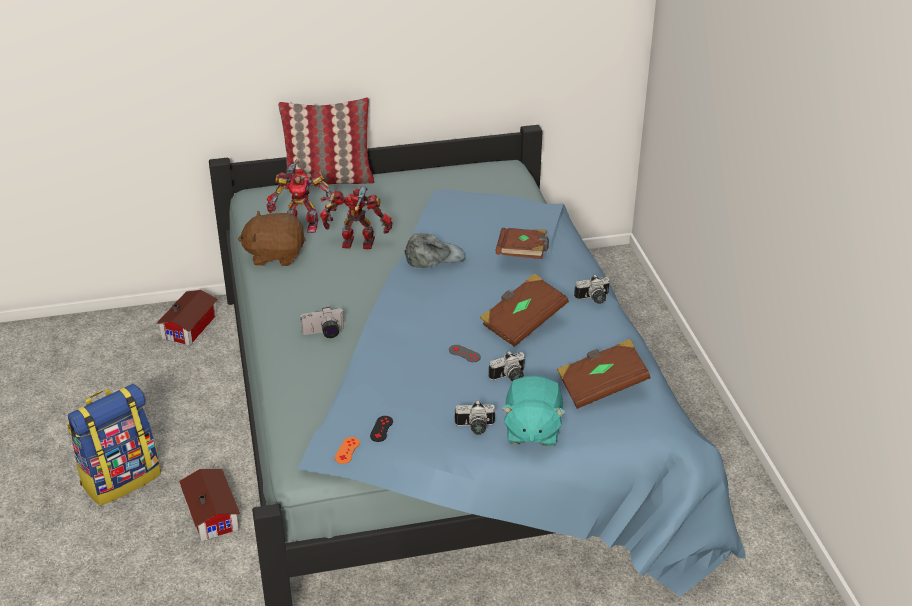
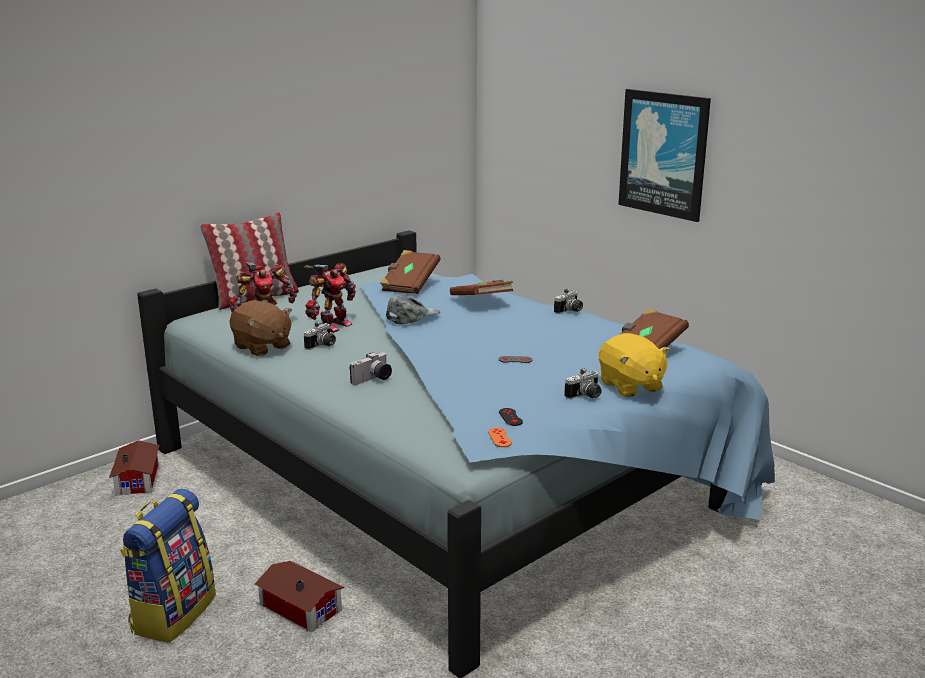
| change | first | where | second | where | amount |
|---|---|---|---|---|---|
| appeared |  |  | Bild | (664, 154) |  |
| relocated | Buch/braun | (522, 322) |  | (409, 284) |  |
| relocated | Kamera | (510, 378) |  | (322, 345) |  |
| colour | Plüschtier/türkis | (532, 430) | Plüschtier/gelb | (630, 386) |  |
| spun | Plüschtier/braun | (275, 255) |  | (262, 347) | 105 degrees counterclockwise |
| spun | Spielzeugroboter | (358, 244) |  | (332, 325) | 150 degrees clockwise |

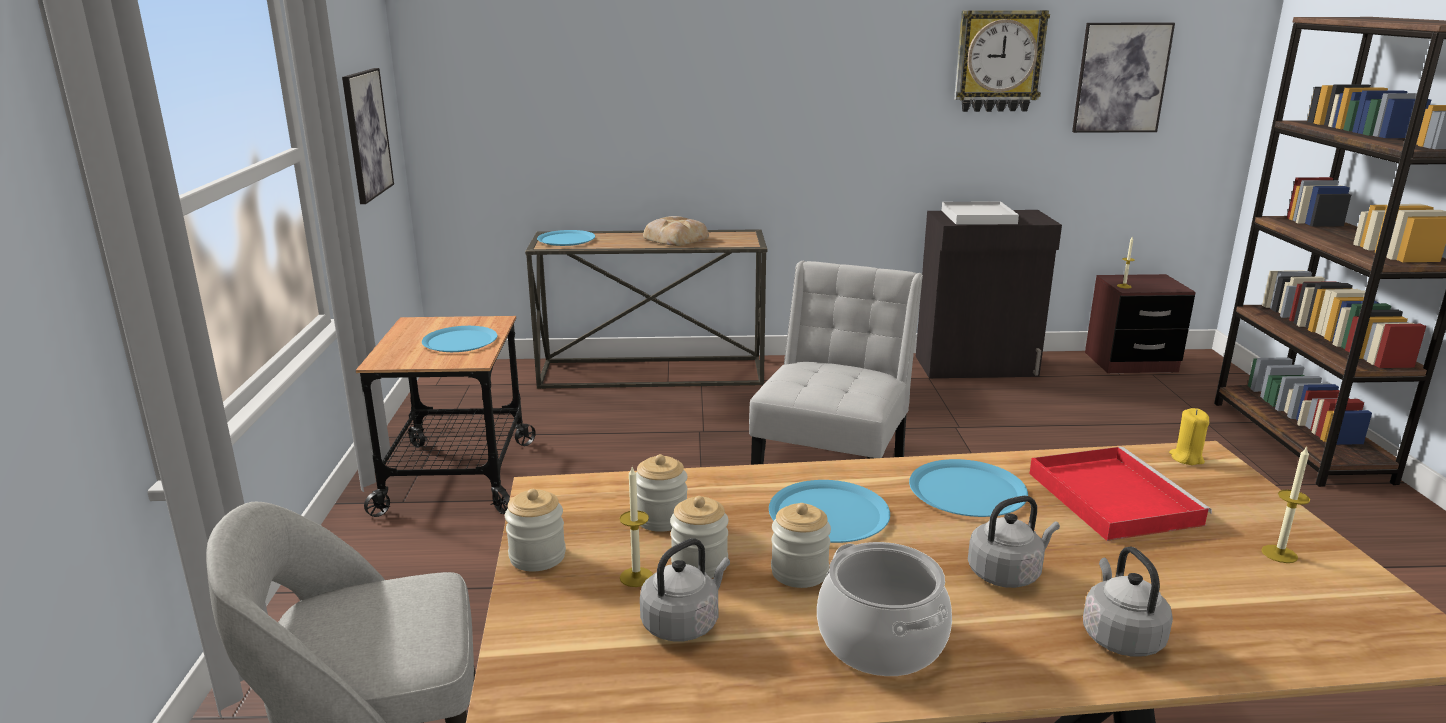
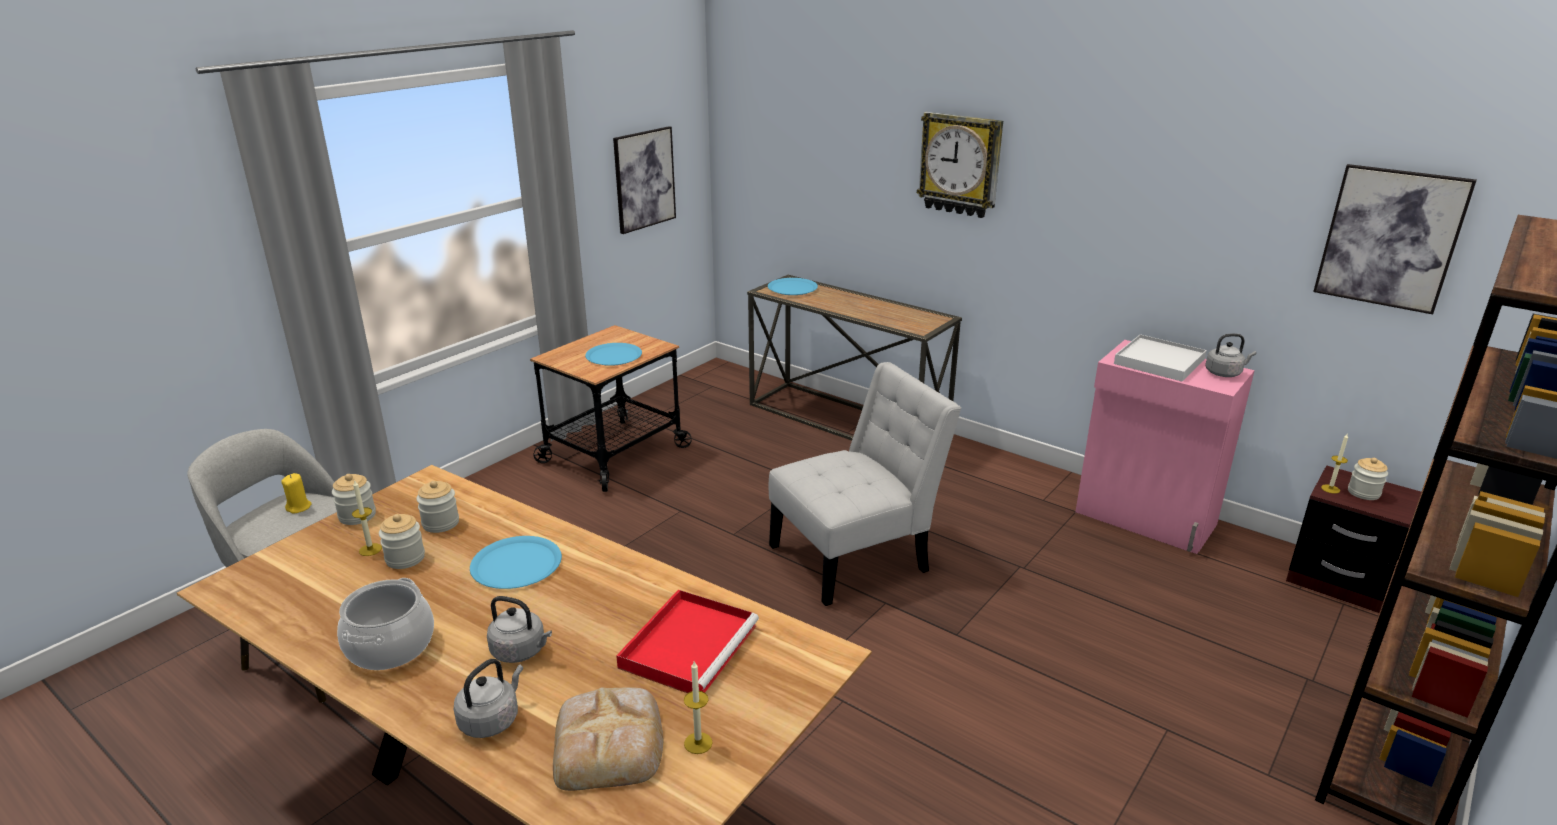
| change | first | where | second | where | amount |
|---|---|---|---|---|---|
| missing | Teller/blau | (967, 490) |  |  |  |
| relocated | Wasserkessel/grau | (683, 623) |  | (1225, 373) |  |
| relocated | Brot | (675, 238) |  | (609, 744) |  |
| relocated | Vorratsglas | (799, 572) |  | (1363, 493) |  |
| relocated | Wanduhr | (998, 61) |  | (960, 164) |  |
| relocated | Kerze/gelb | (1186, 458) |  | (299, 507) |  |
| colour | Schrank/schwarz | (977, 367) | Schrank/rosa | (1145, 519) |  |

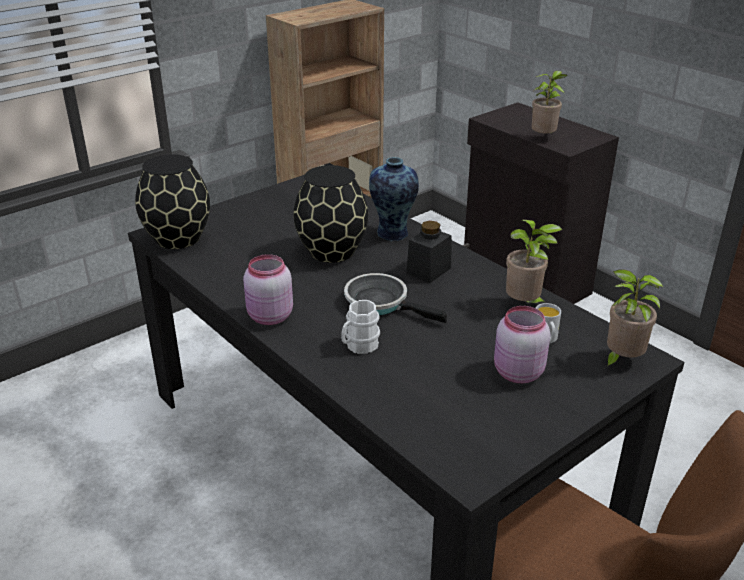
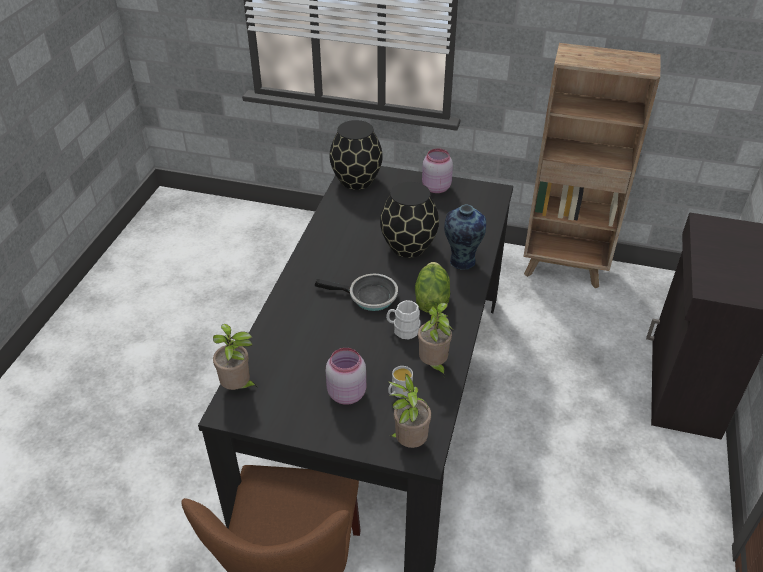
| change | first | where | second | where | amount |
|---|---|---|---|---|---|
| relocated | Vorratsglas/rosa | (269, 317) |  | (435, 187) |  |
| relocated | Henkelbecher/weiß | (359, 346) |  | (403, 330) |  |
| relocated | Topfpflanze | (544, 138) |  | (238, 387) |  |
| exchanged | Vorratsglas/schwarz | (428, 270) | Salatkopf | (431, 300) |  |
| spun | Pfanne | (381, 303) |  | (368, 297) | 105 degrees clockwise |

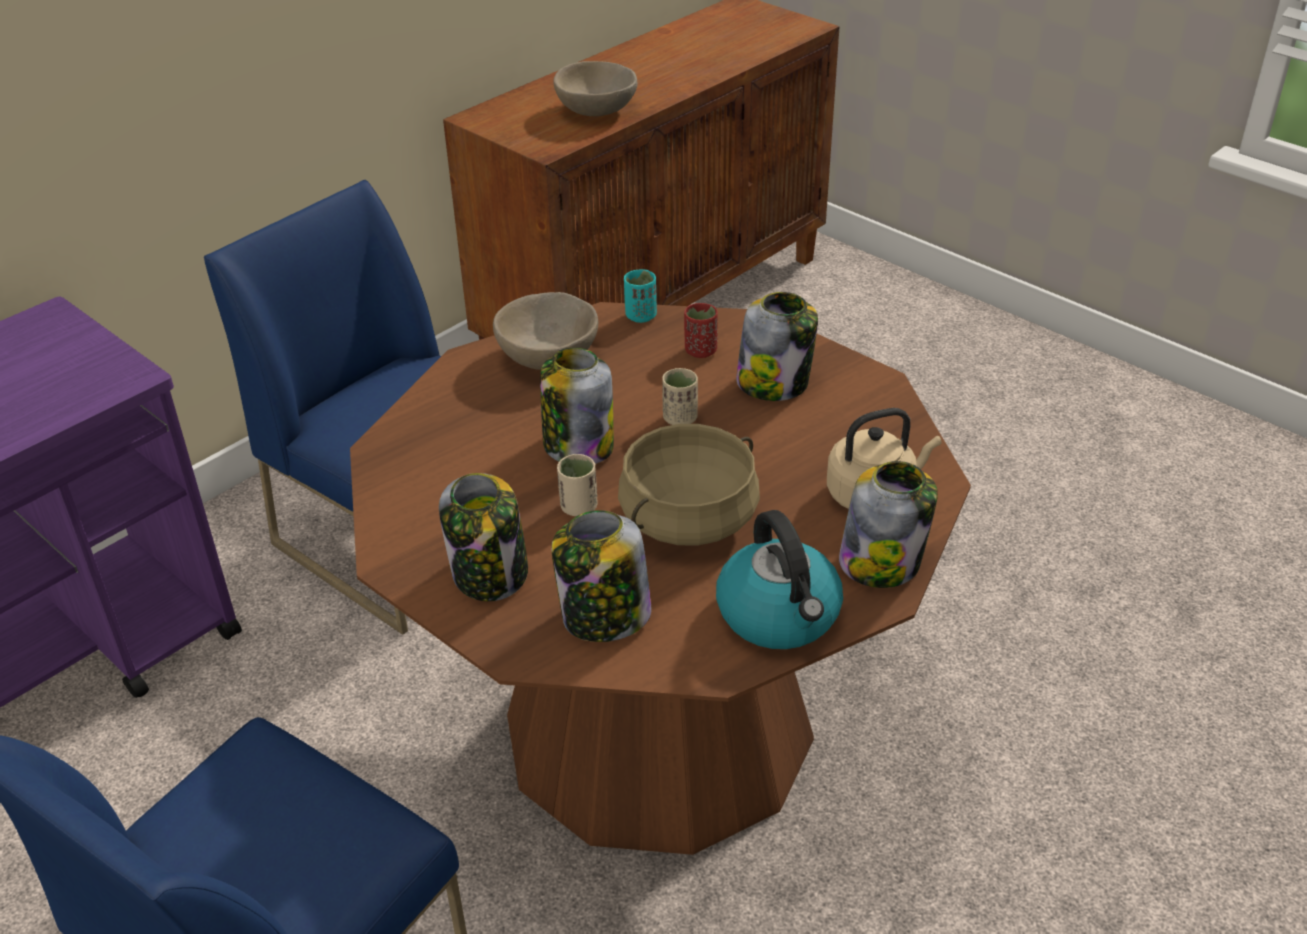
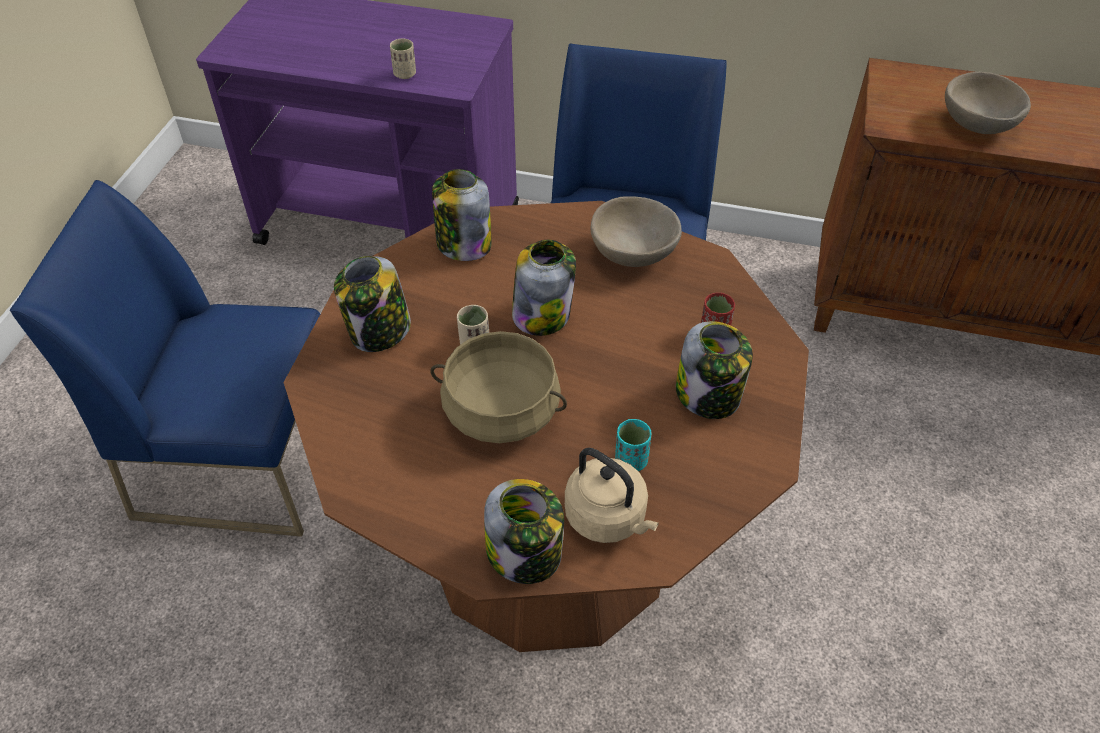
| change | first | where | second | where | amount |
|---|---|---|---|---|---|
| missing | Wasserkessel | (780, 615) |  |  |  |
| relocated | Vorratsglas | (604, 617) |  | (463, 244) |  |
| relocated | Tasse/türkis | (640, 316) |  | (631, 461) |  |
| relocated | Tasse/beige | (680, 418) |  | (405, 74) |  |

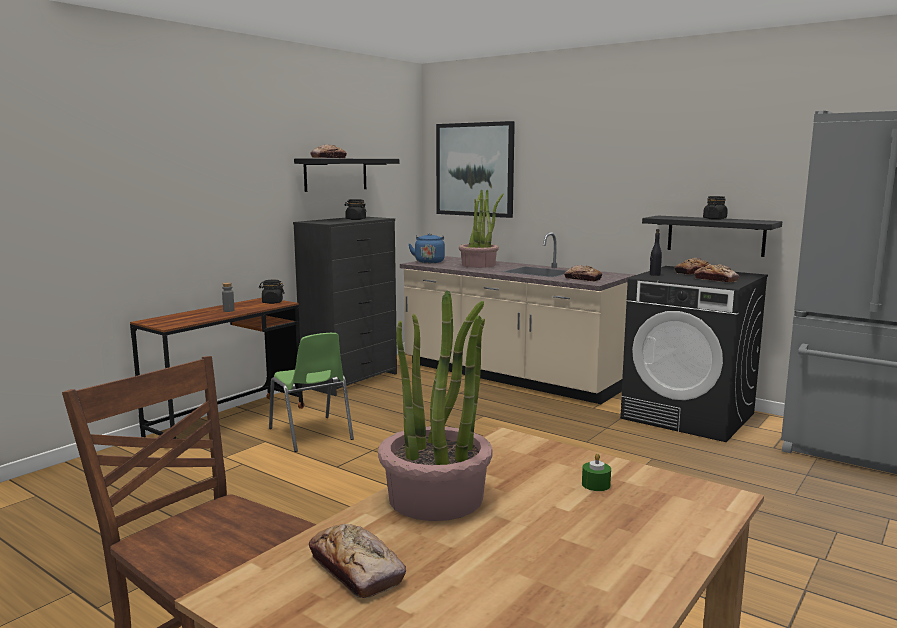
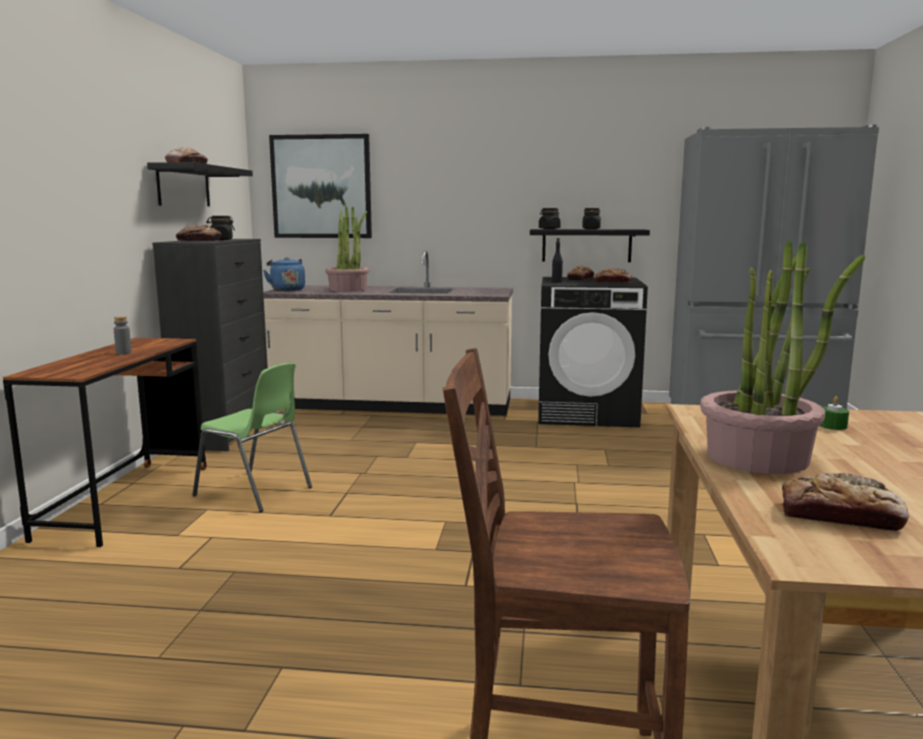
| change | first | where | second | where | amount |
|---|---|---|---|---|---|
| relocated | Vorratsglas/schwarz | (272, 302) |  | (549, 229) |  |
| relocated | Brot | (582, 279) |  | (199, 240) |  |

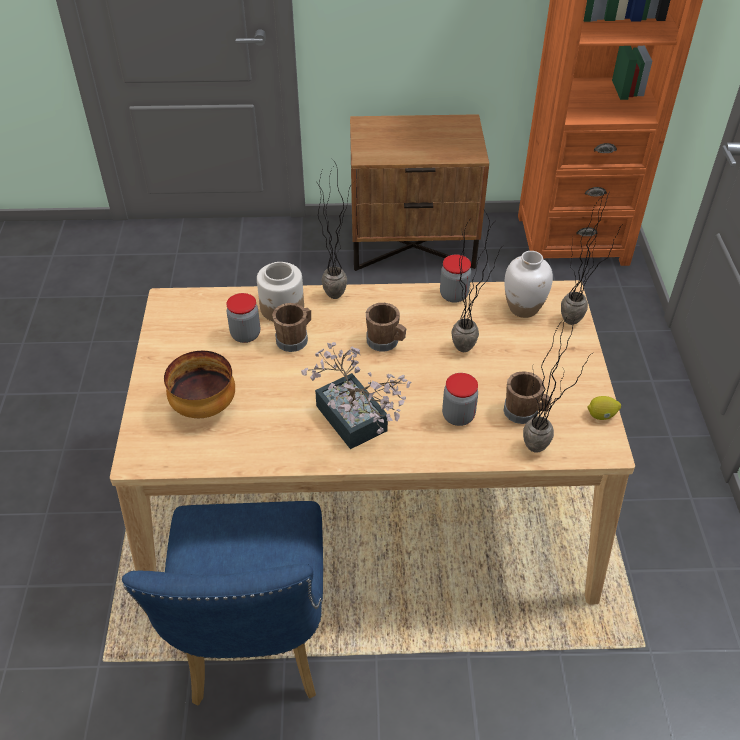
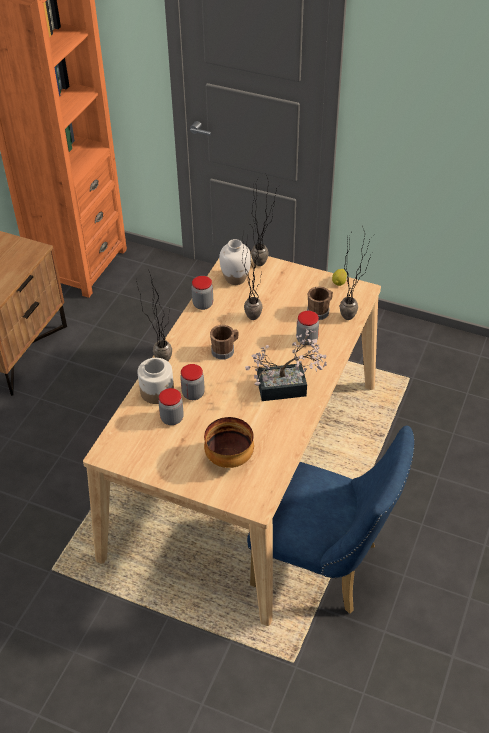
| change | first | where | second | where | amount |
|---|---|---|---|---|---|
| exchanged | Henkelbecher/braun | (295, 339) | Vorratsglas | (193, 394) |  |

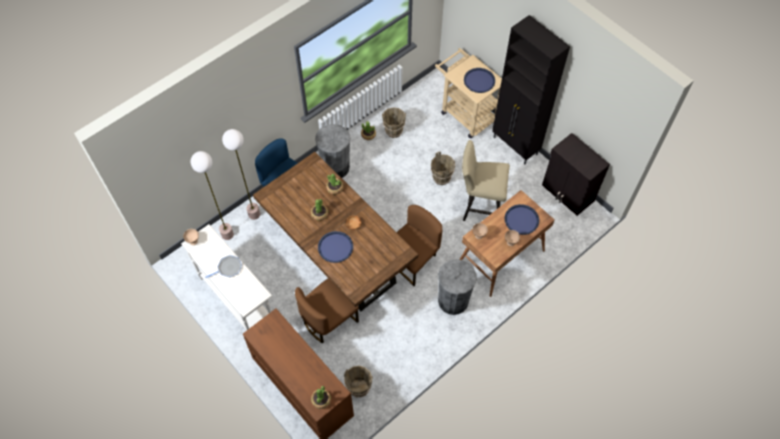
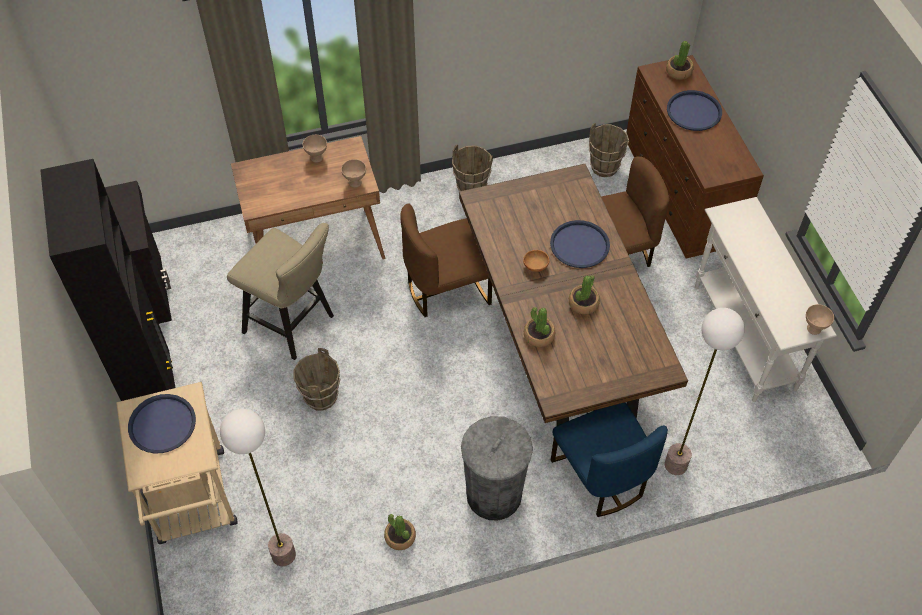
| change | first | where | second | where | amount |
|---|---|---|---|---|---|
| missing | Pfanne | (228, 268) |  |  |  |
| missing | Mülleimer/grau | (453, 300) |  |  |  |
| relocated | Stehlampe | (227, 234) |  | (283, 555) |  |
| relocated | Eimer/braun | (393, 131) |  | (471, 188) |  |
| relocated | Tablett/blau | (521, 220) |  | (694, 111) |  |

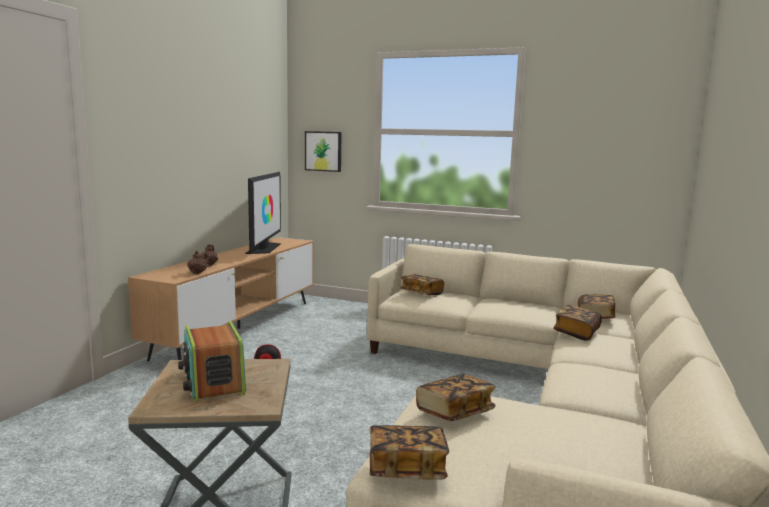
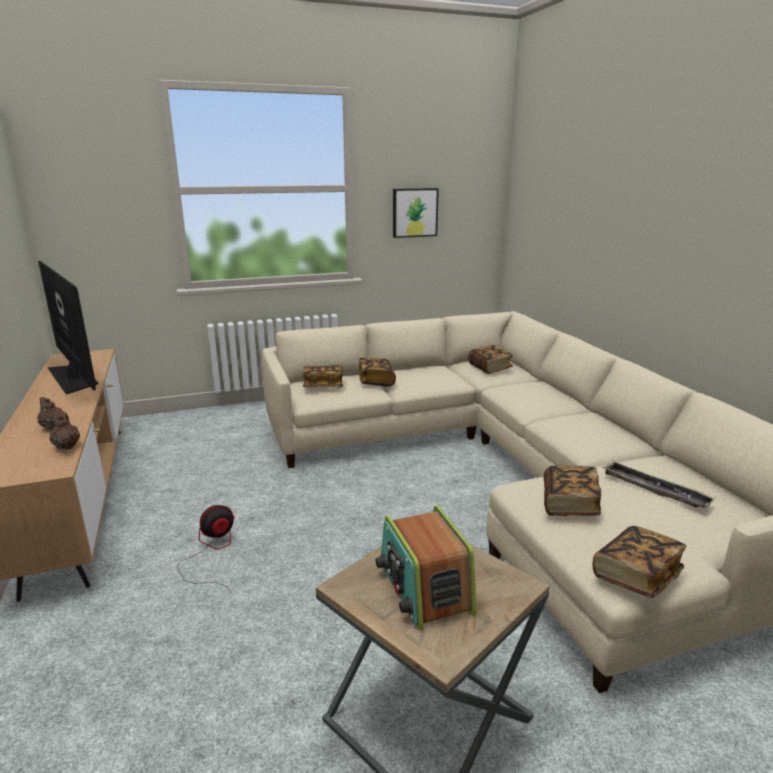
| change | first | where | second | where | amount |
|---|---|---|---|---|---|
| appeared |  |  | Tablett | (654, 489) |  |
| relocated | Bild | (323, 151) |  | (414, 212) |  |
| relocated | Buch | (576, 333) |  | (376, 381) |  |
| spun | Radio | (213, 382) |  | (424, 587) | 45 degrees clockwise |

